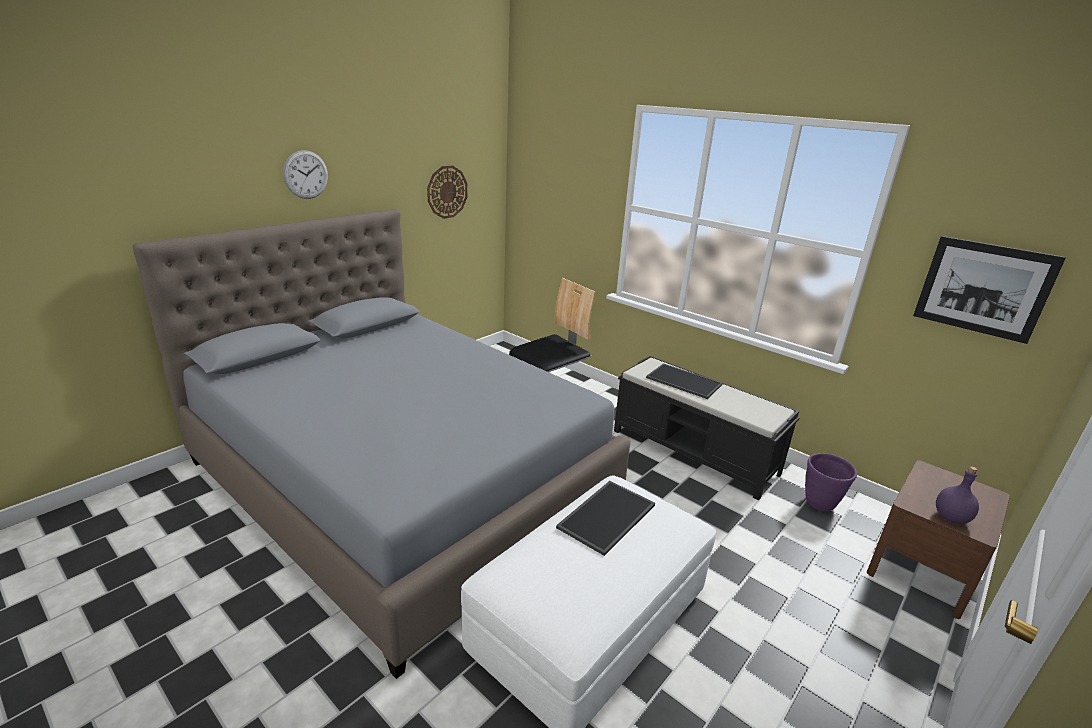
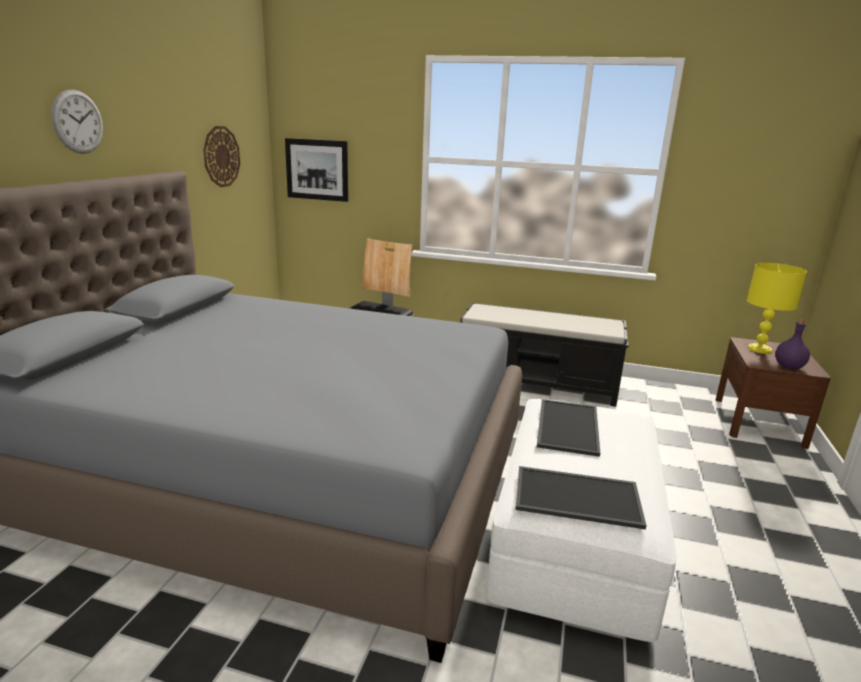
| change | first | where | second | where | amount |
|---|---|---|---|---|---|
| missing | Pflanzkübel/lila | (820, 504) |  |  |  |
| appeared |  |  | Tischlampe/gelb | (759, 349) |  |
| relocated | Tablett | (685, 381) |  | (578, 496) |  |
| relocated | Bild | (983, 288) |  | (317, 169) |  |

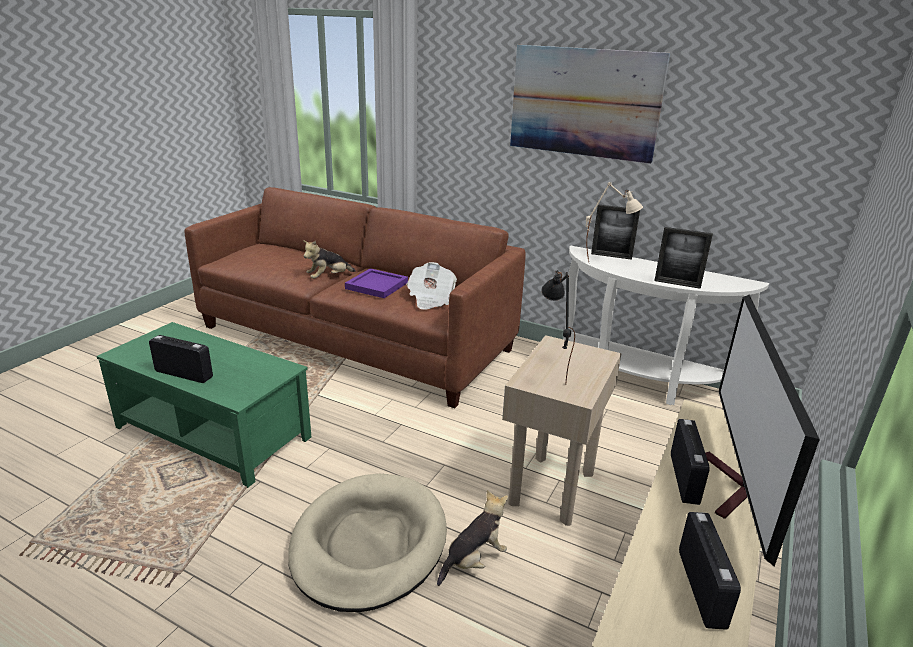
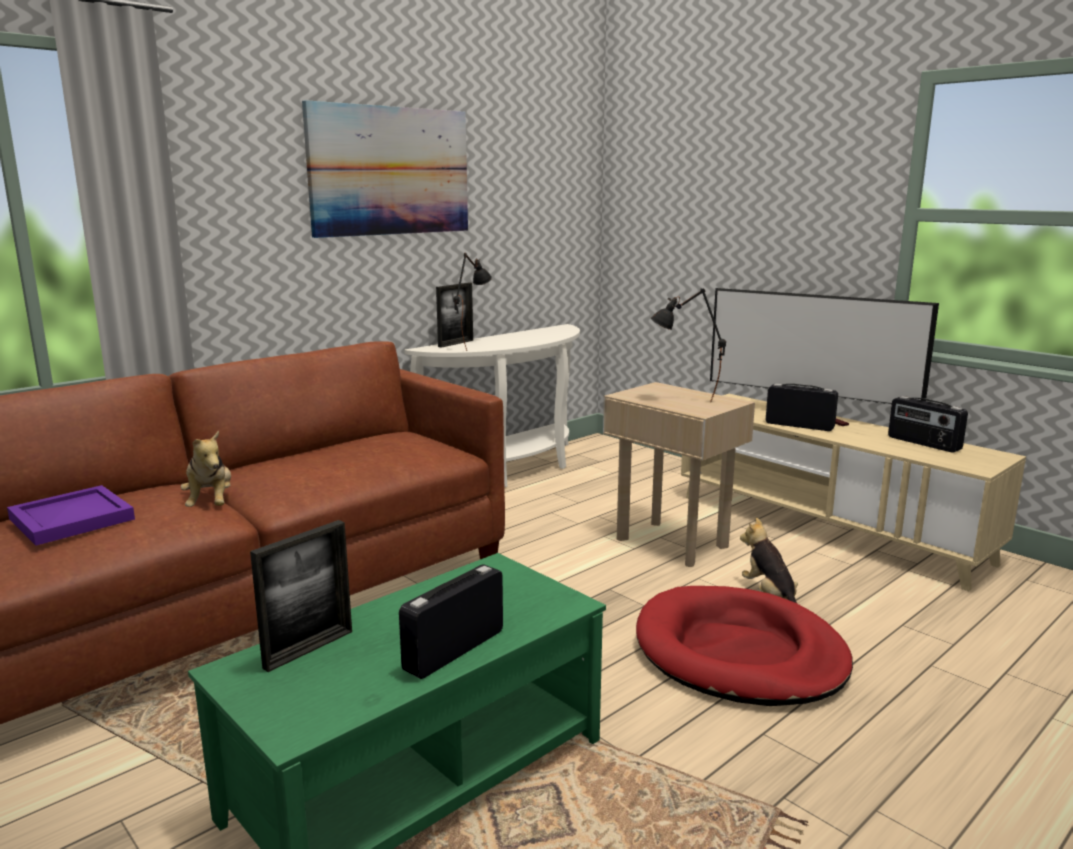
| change | first | where | second | where | amount |
|---|---|---|---|---|---|
| missing | Zeitung | (430, 299) |  |  |  |
| relocated | Tablett/lila | (376, 285) |  | (70, 519) |  |
| relocated | Bilderrahmen | (677, 284) |  | (309, 649) |  |
| colour | Hundebett/beige | (369, 544) | Hundebett/rot | (739, 653) |  |
| colour | Tischlampe/beige | (606, 262) | Tischlampe/schwarz | (472, 346) |  |
| spun | Radio | (702, 588) |  | (923, 443) | 150 degrees counterclockwise |

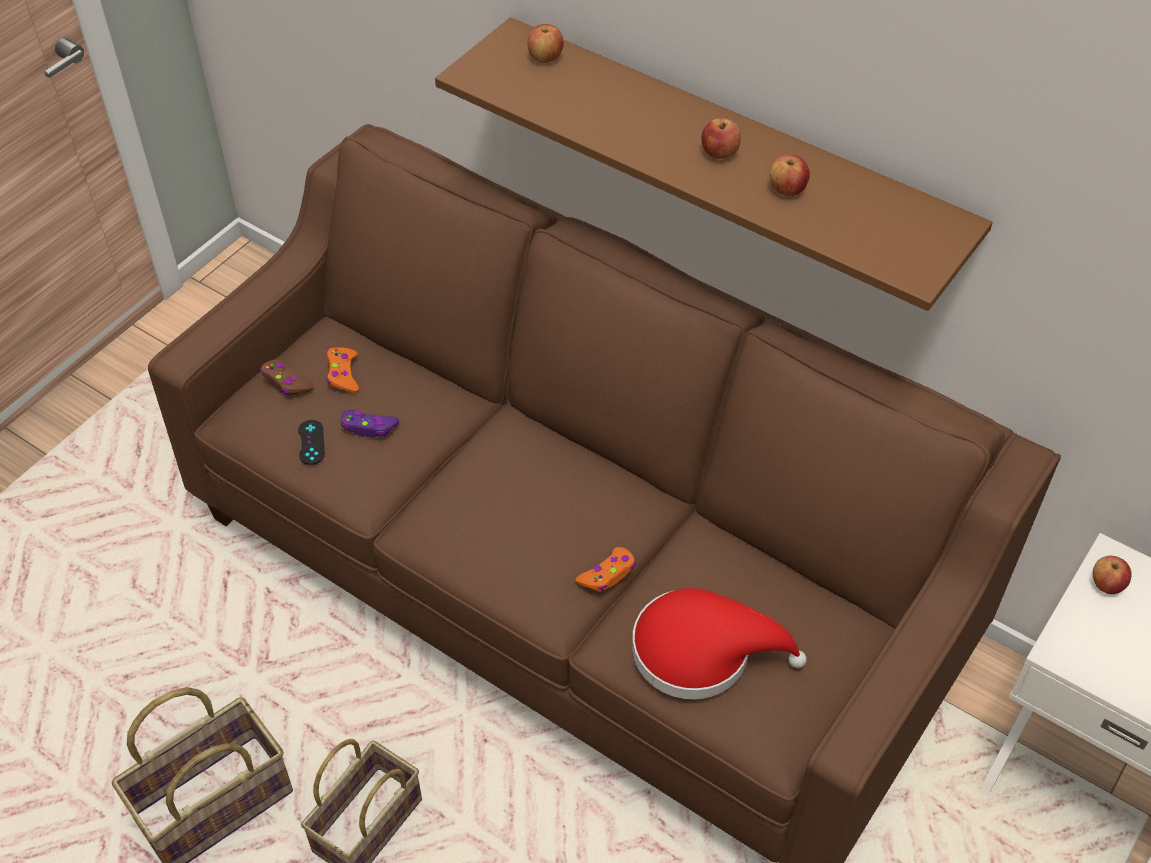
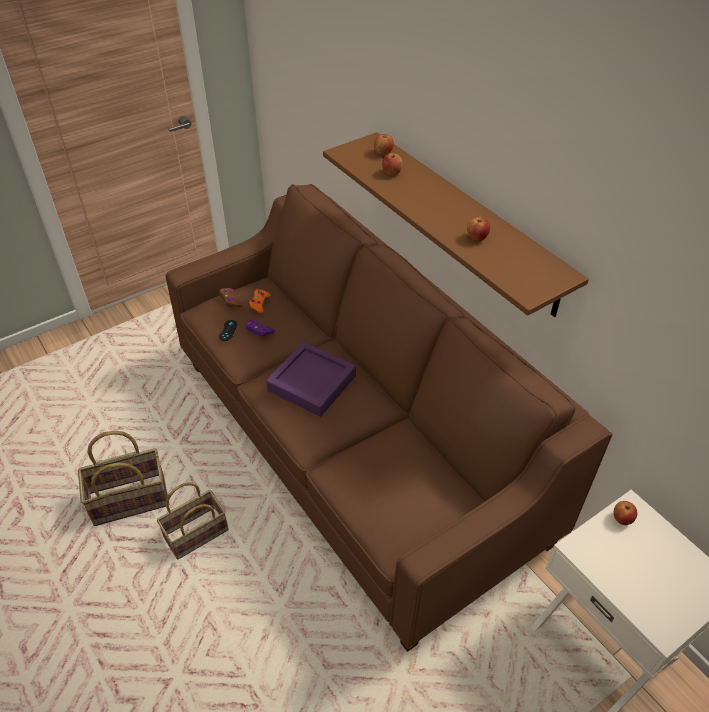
| change | first | where | second | where | amount |
|---|---|---|---|---|---|
| missing | Gamepad/orange | (608, 574) |  |  |  |
| missing | Hut/rot | (702, 651) |  |  |  |
| appeared |  |  | Tablett/lila | (312, 383) |  |
| relocated | Apfel | (719, 154) |  | (391, 173) |  |

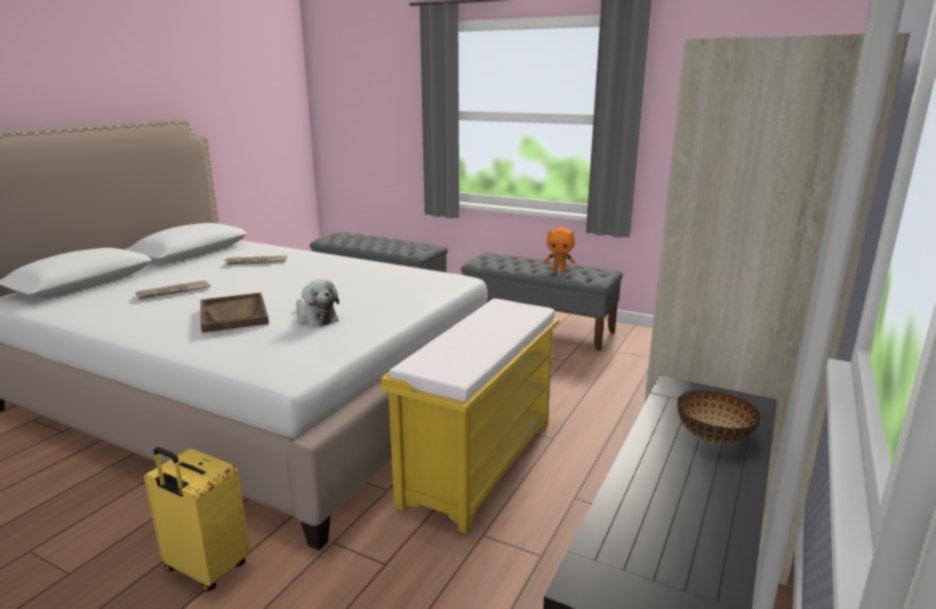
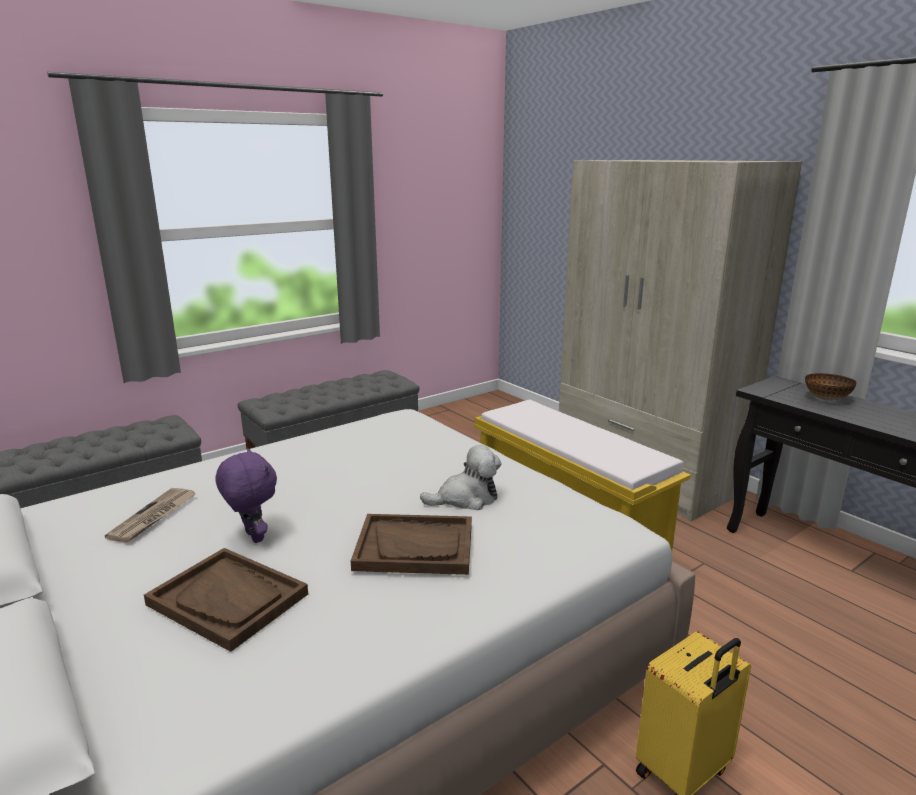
| change | first | where | second | where | amount |
|---|---|---|---|---|---|
| missing | Plüschtier/orange | (559, 271) |  |  |  |
| appeared |  |  | Plüschtier/lila | (252, 537) |  |
| exchanged | Zeitung | (173, 292) | Tablett/braun | (228, 599) |  |

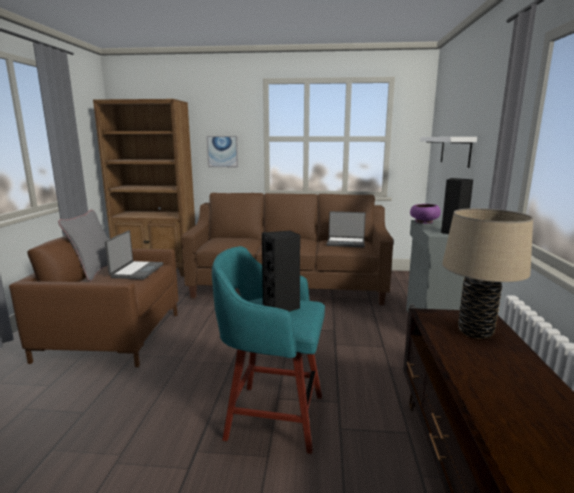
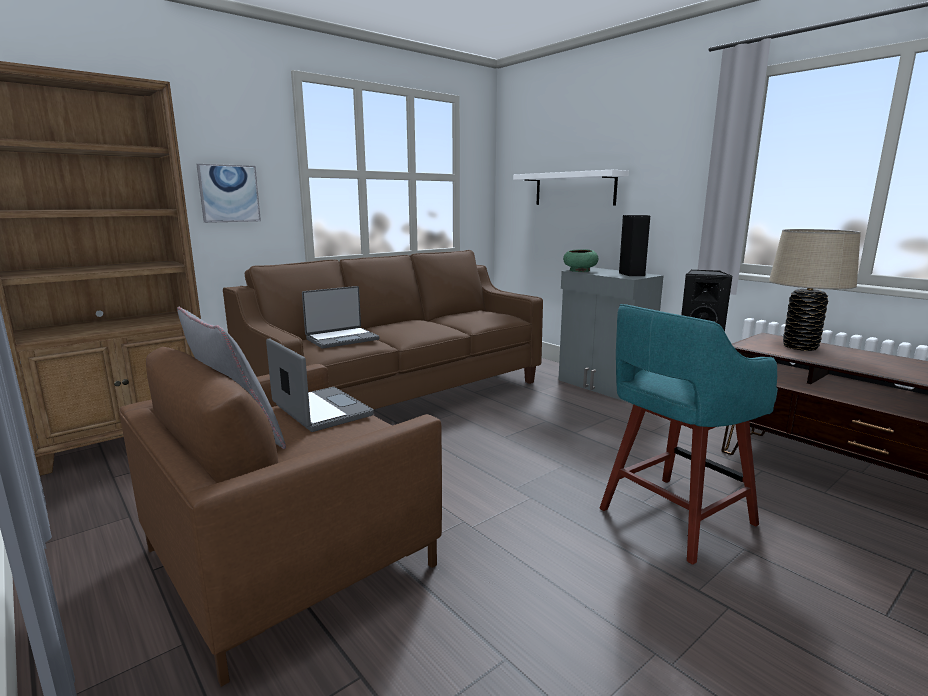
| change | first | where | second | where | amount |
|---|---|---|---|---|---|
| relocated | Laptop | (345, 243) |  | (342, 339) |  |
| colour | Schüssel/lila | (424, 222) | Schüssel/grün | (580, 271) |  |

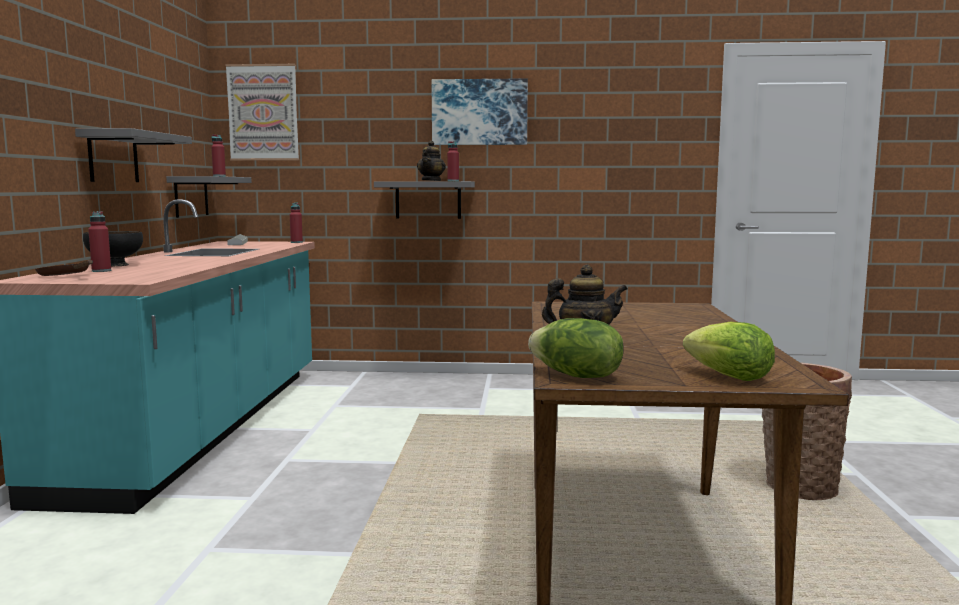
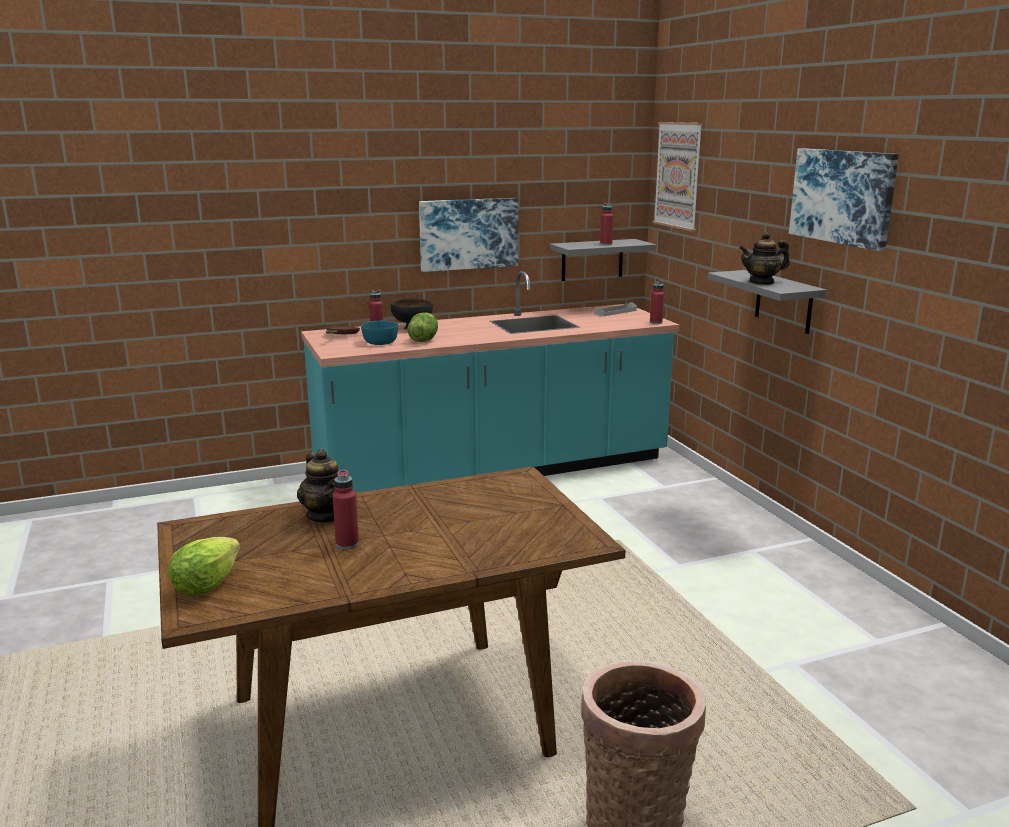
| change | first | where | second | where | amount |
|---|---|---|---|---|---|
| appeared |  |  | Schüssel/türkis | (381, 342) |  |
| relocated | Flasche/rot | (453, 181) |  | (347, 544) |  |
| relocated | Salatkopf | (576, 376) |  | (423, 340) |  |
| exchanged | Wandregal/grau | (113, 157) | Bild | (468, 233) |  |

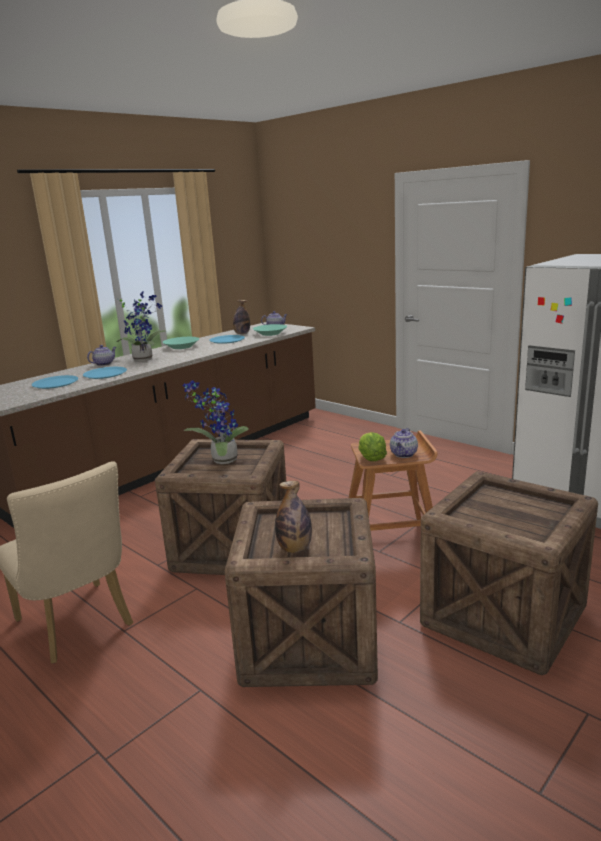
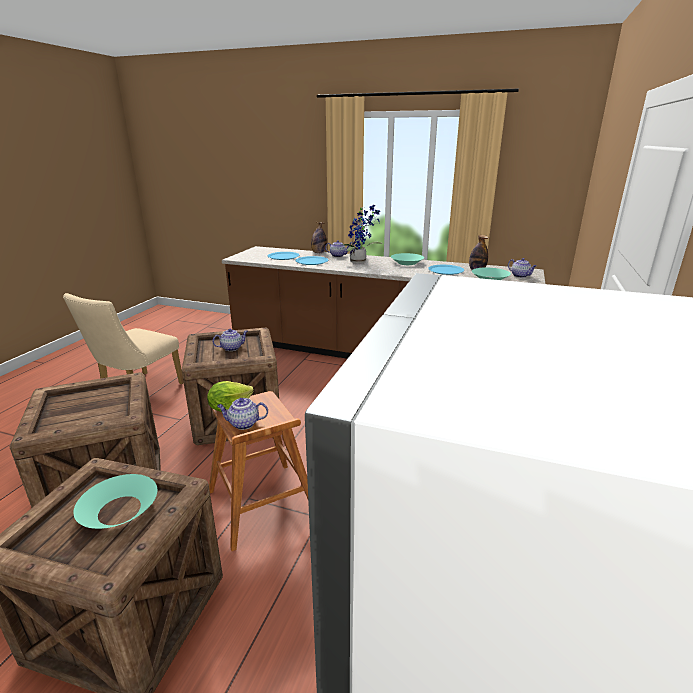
| change | first | where | second | where | amount |
|---|---|---|---|---|---|
| appeared |  |  | Schüssel/türkis | (119, 510) |  |
| relocated | Flasche | (295, 549) |  | (318, 253) |  |
| exchanged | Topfpflanze | (221, 460) | Teekanne | (232, 348) |  |

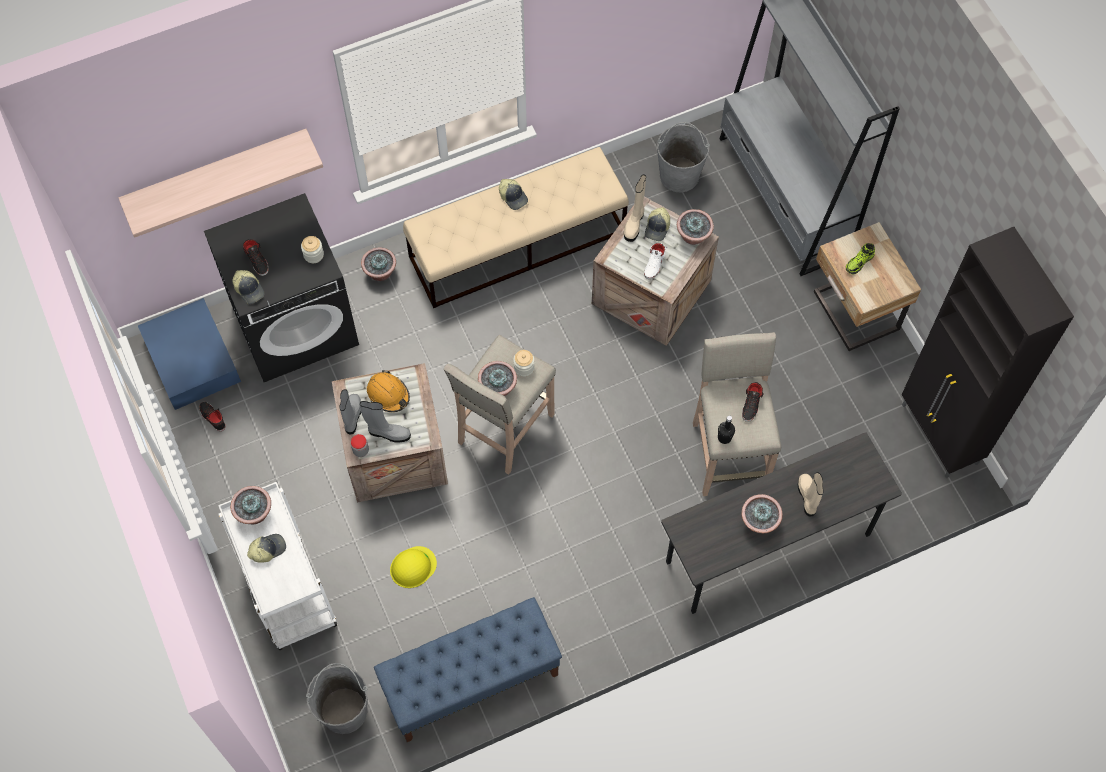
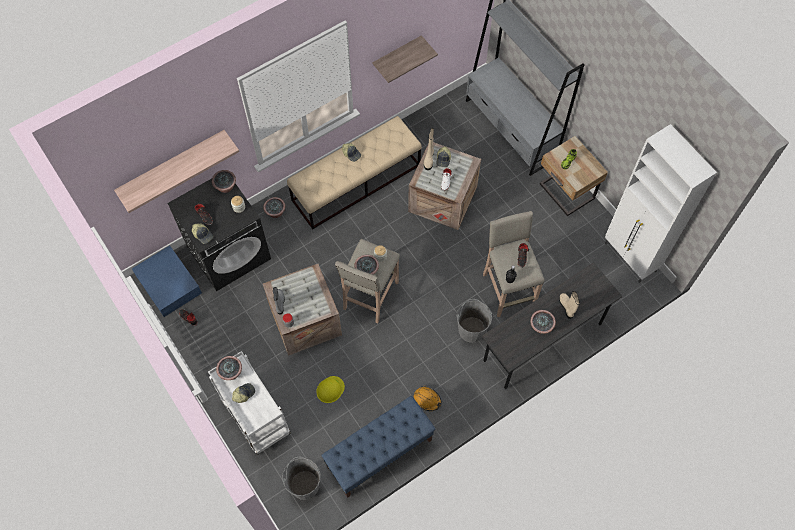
| change | first | where | second | where | amount |
|---|---|---|---|---|---|
| missing | Stiefel/grau | (388, 433) |  |  |  |
| appeared |  |  | Wandregal | (397, 55) |  |
| relocated | Schutzhelm/orange | (388, 394) |  | (427, 399) |  |
| relocated | Eimer/grau | (679, 175) |  | (471, 329) |  |
| relocated | Topfpflanze | (693, 236) |  | (226, 187) |  |
| colour | Schrank/schwarz | (939, 435) | Schrank/weiß | (630, 258) |  |

